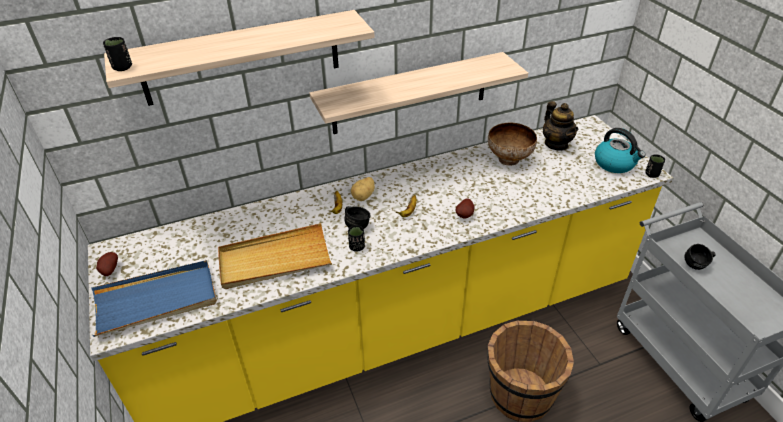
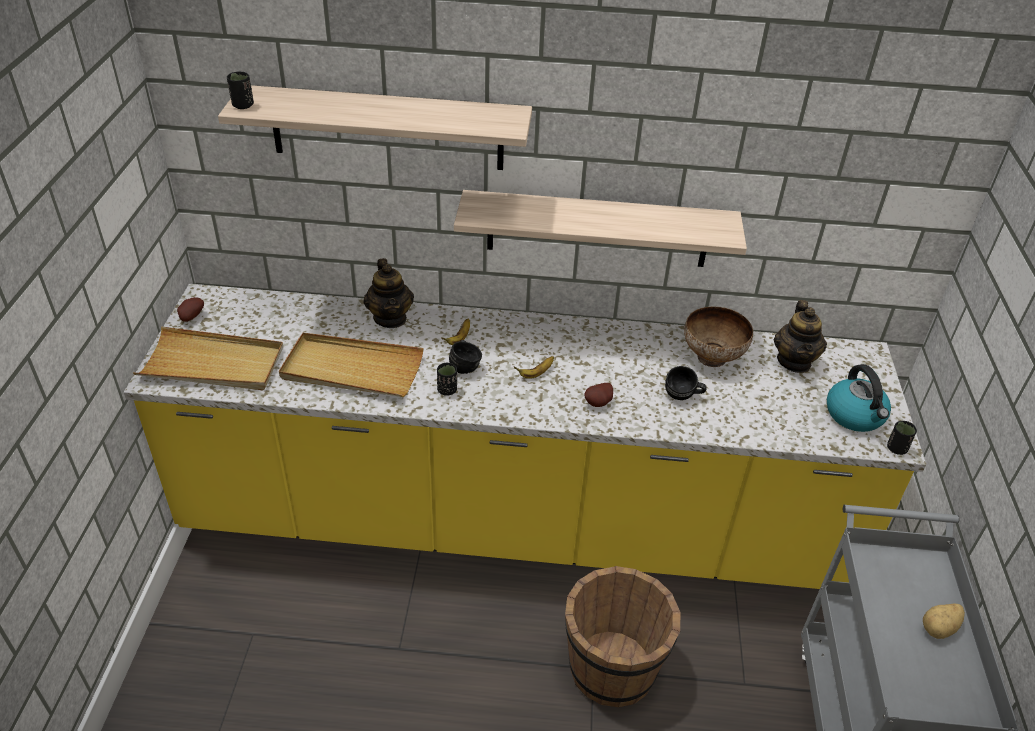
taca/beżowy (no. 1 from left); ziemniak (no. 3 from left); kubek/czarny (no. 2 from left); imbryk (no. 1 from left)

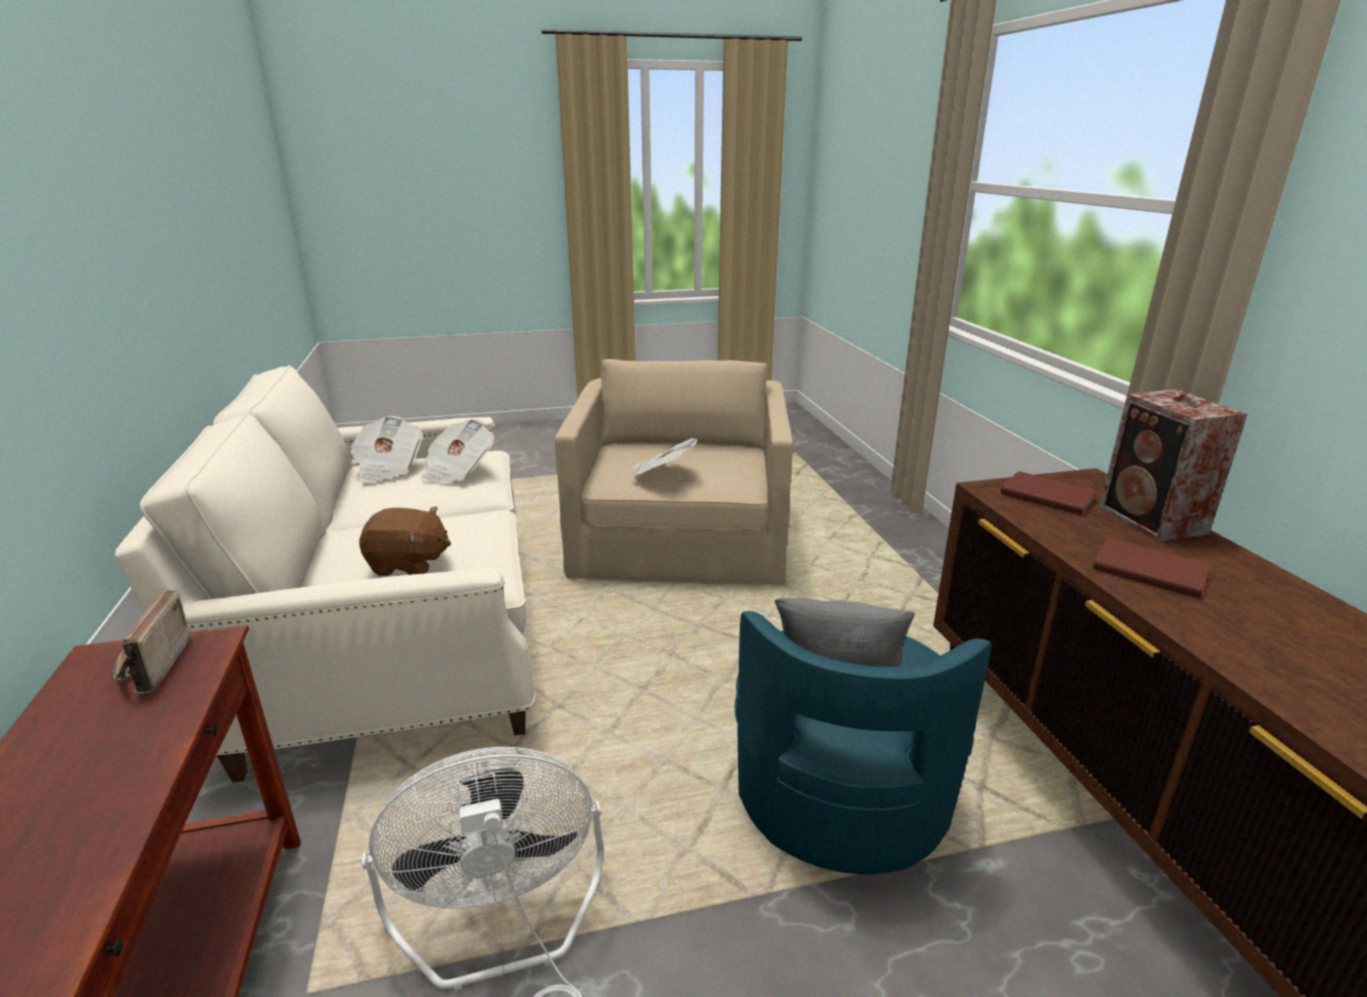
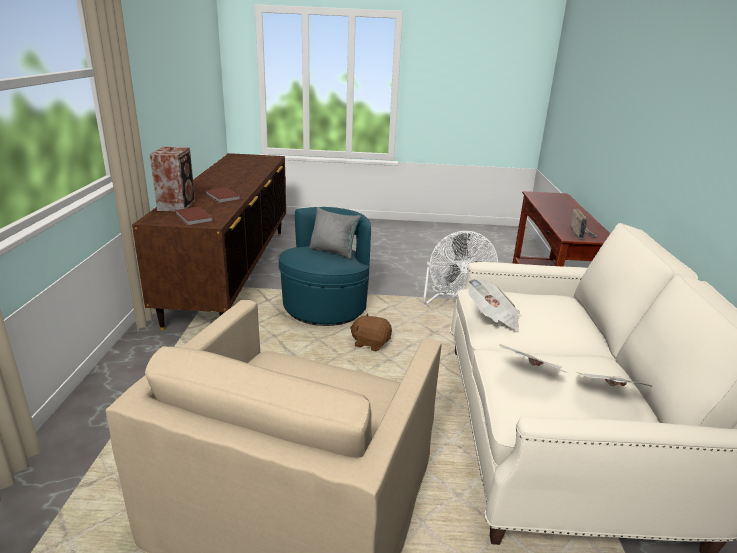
pluszak/brązowy; gazeta (no. 1 from left)

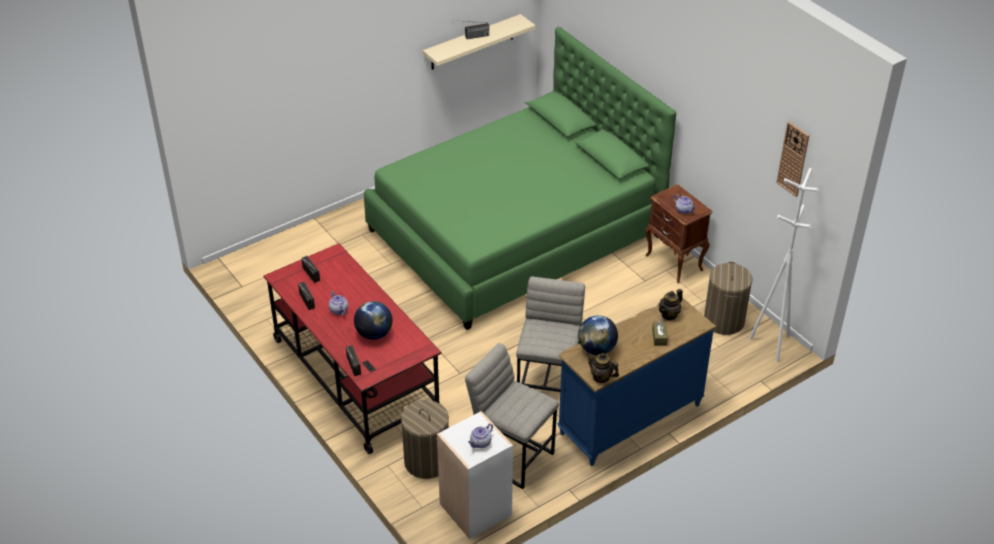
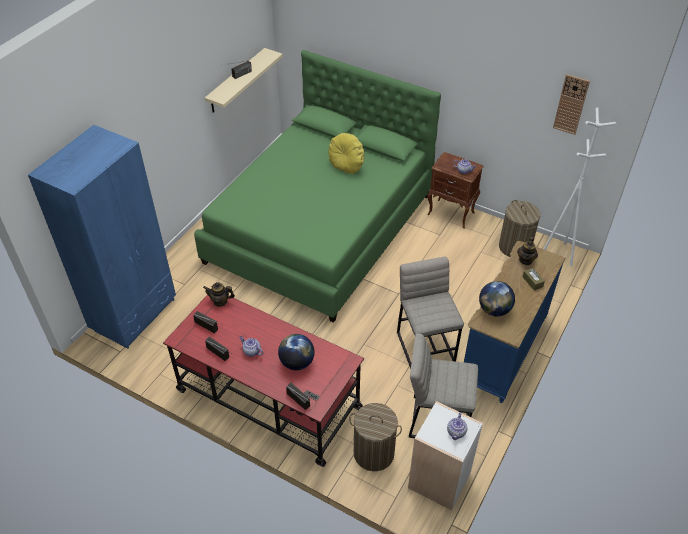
imbryk (no. 1 from left); szafa/niebieski; poduszka/żółty

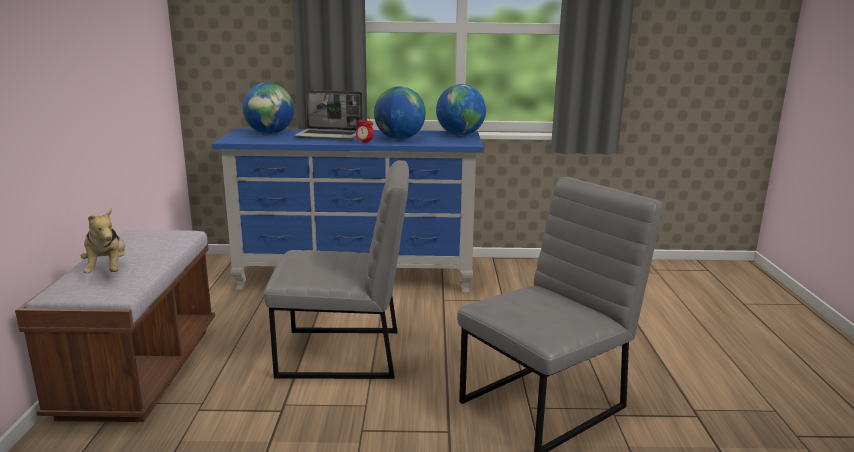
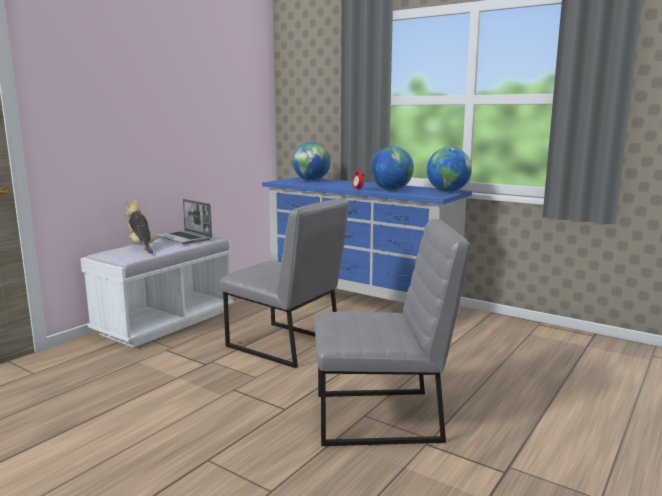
ławka/biały; pluszak; laptop

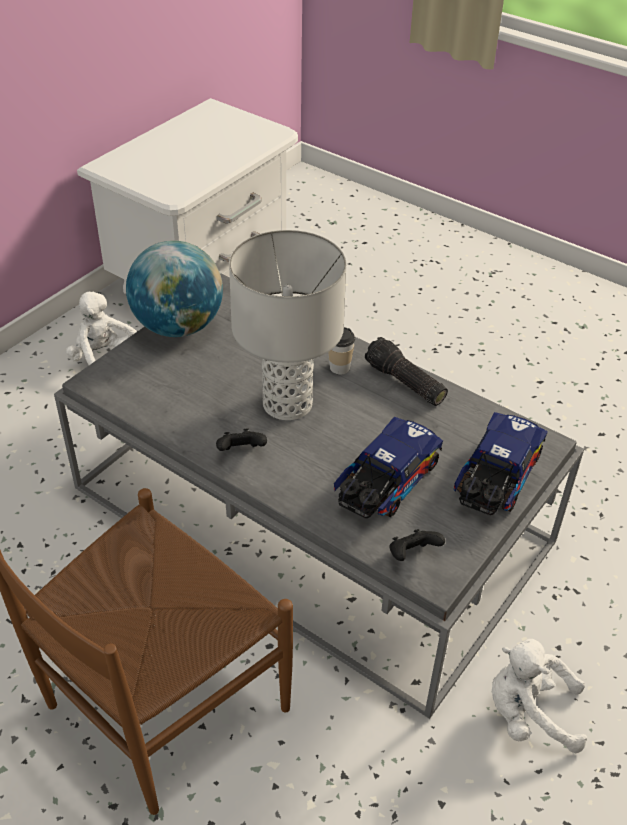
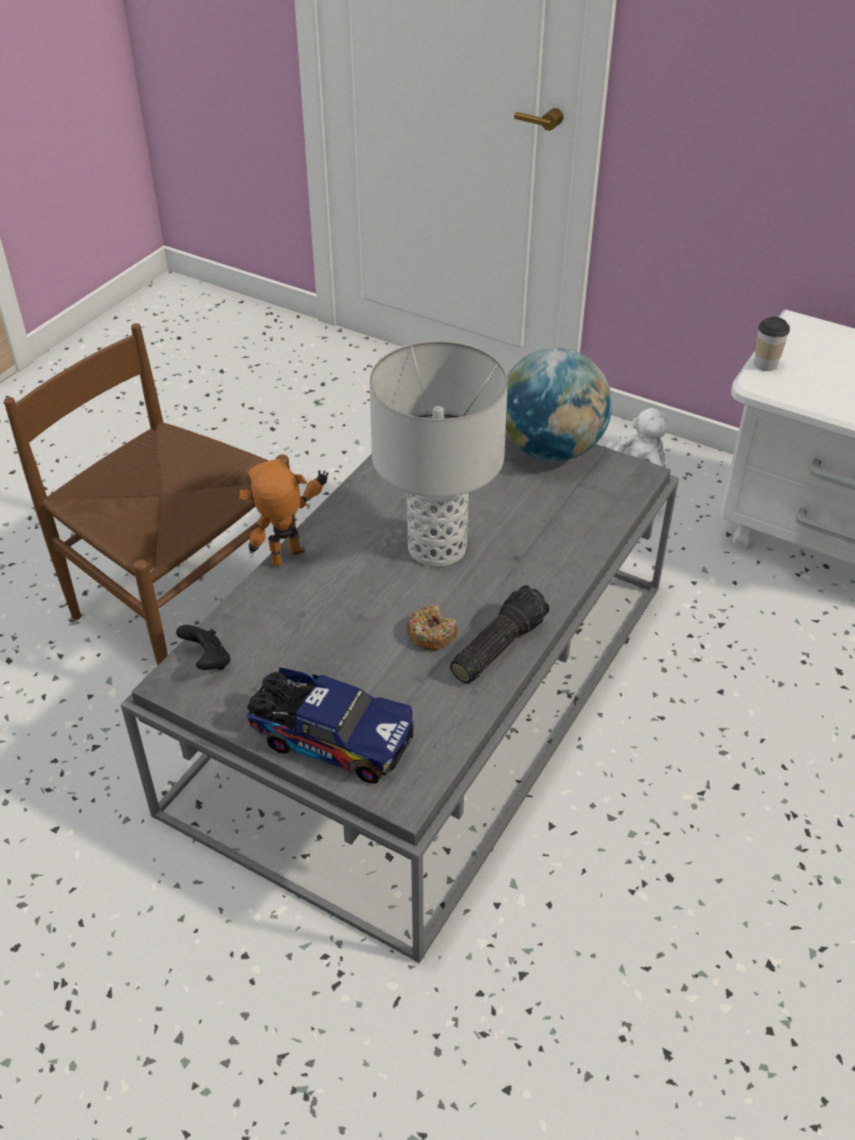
pad do gier/czarny (no. 1 from left in the first image); filiżanka; ciężarówka zabawkowa (no. 1 from left in the first image); pluszak/biały (no. 2 from left in the first image); robot zabawkowy; donut

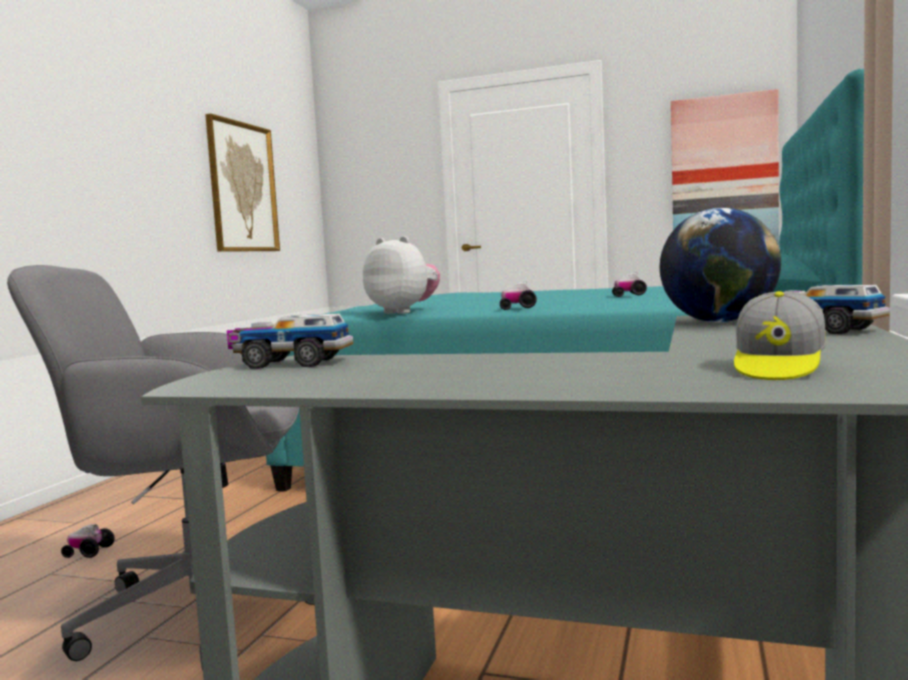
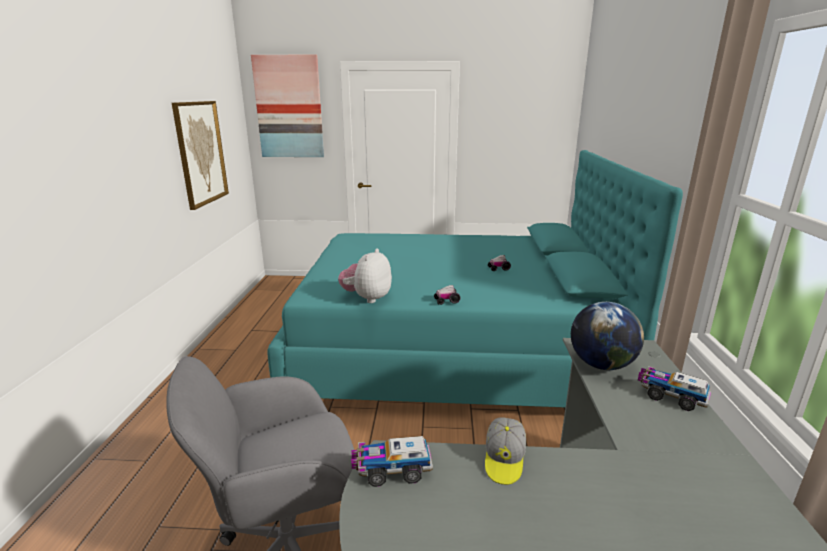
samochodzik (no. 1 from left in the first image); pluszak; obraz (no. 2 from left); czapka z daszkiem

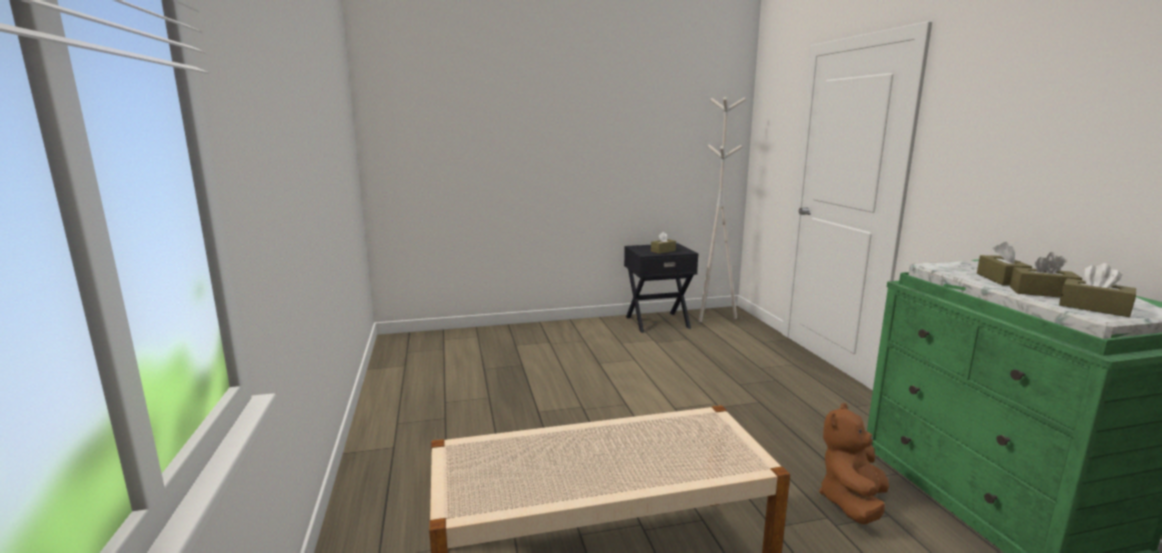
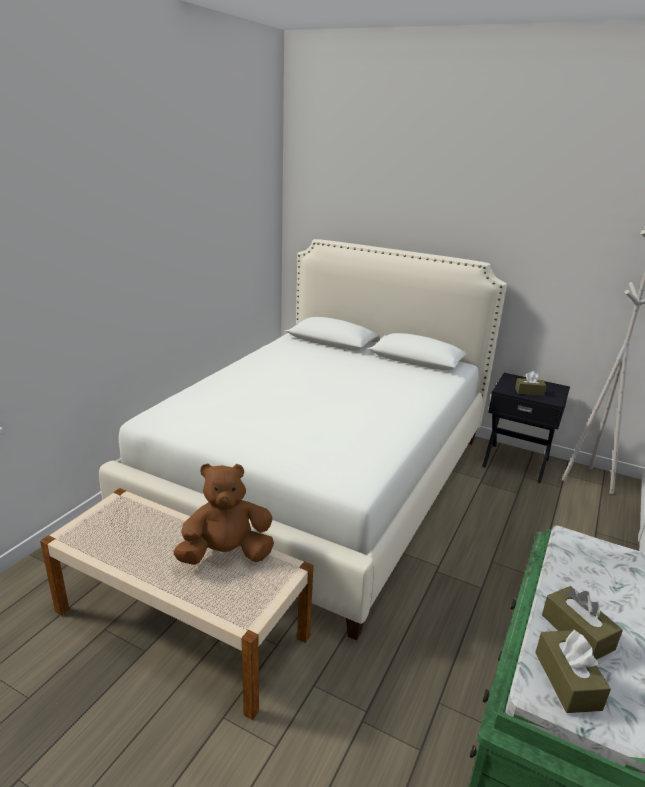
pluszak/brązowy; pudełko chusteczek/brązowy (no. 2 from left in the first image); łóżko/biały

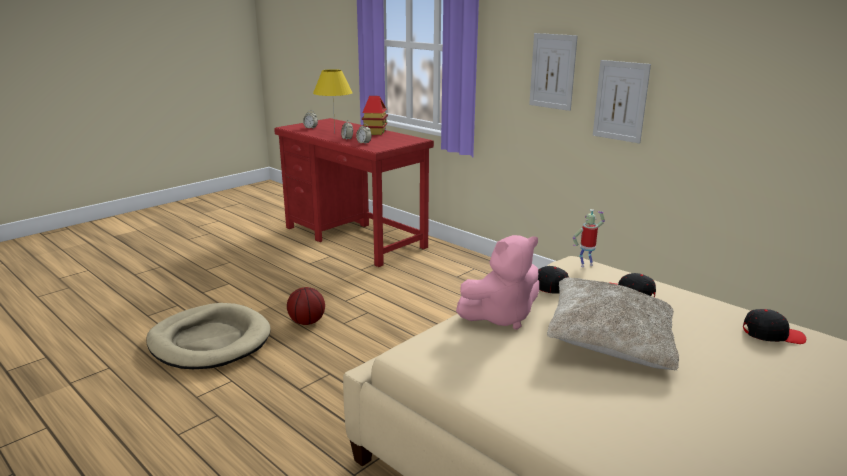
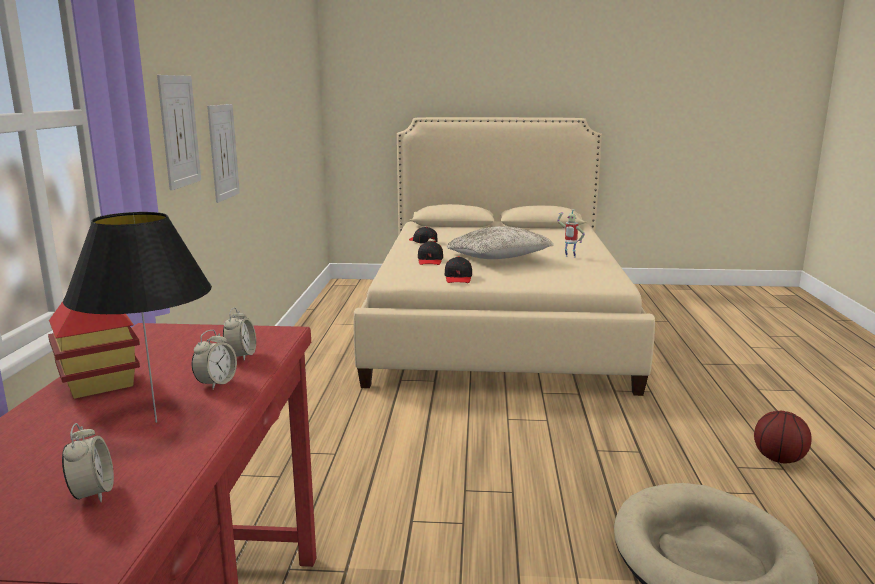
piłka do koszykówki; lampa stołowa/czarny; pluszak/różowy; robot zabawkowy

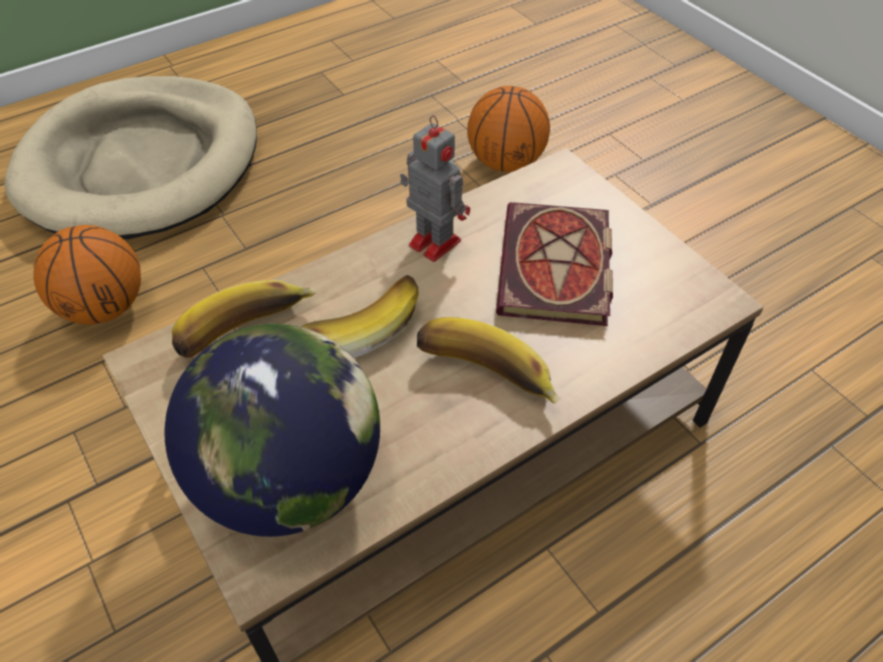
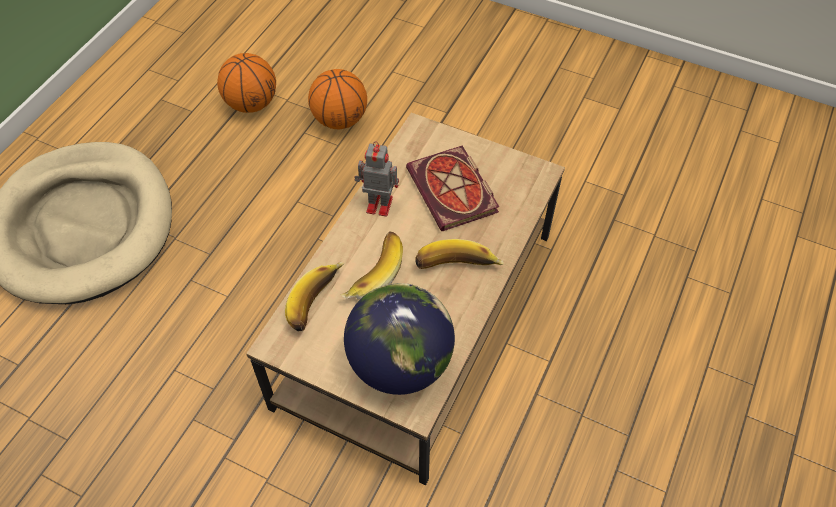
piłka do koszykówki (no. 1 from left)

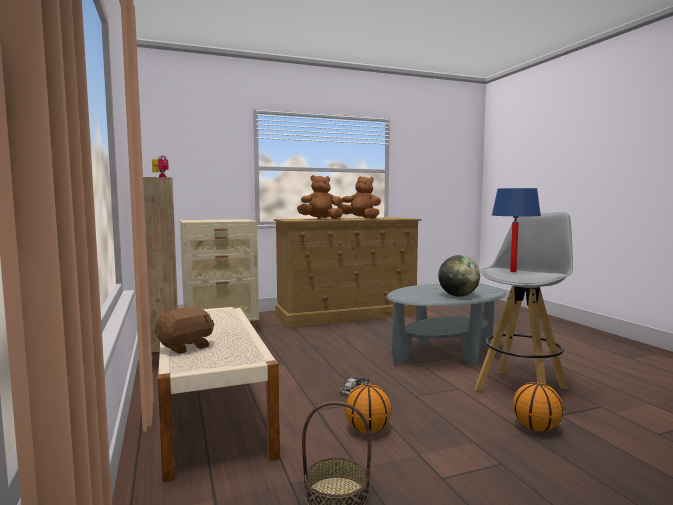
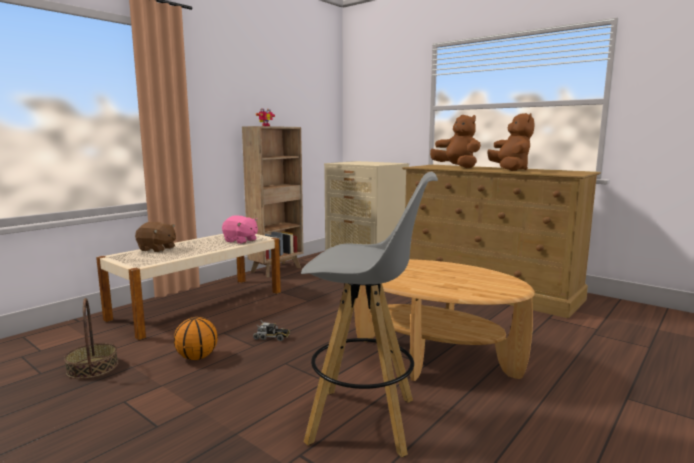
ława/brązowy; globus; lampa stołowa/niebieski; piłka do koszykówki (no. 2 from left in the first image); pluszak/różowy

